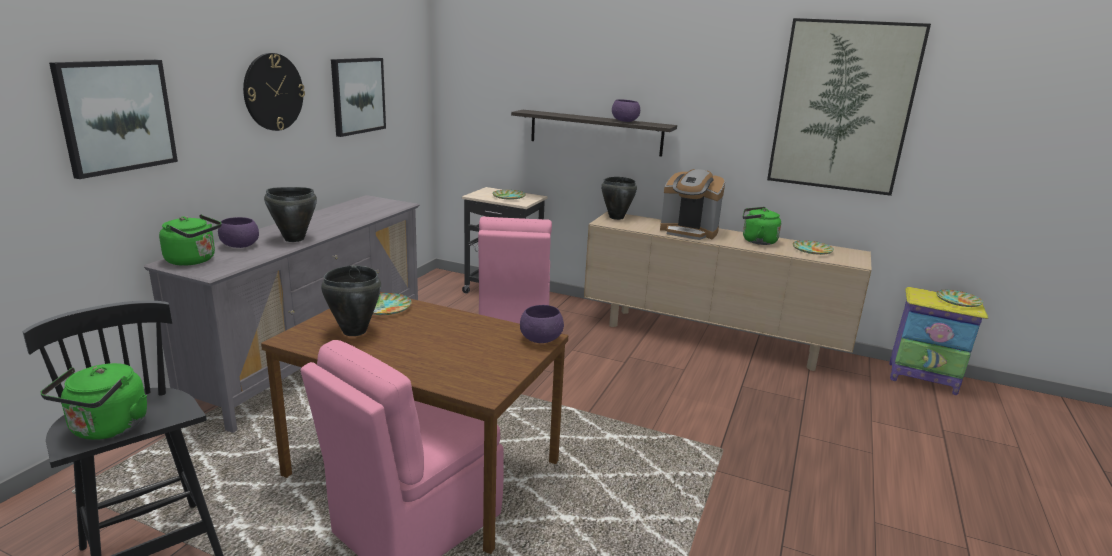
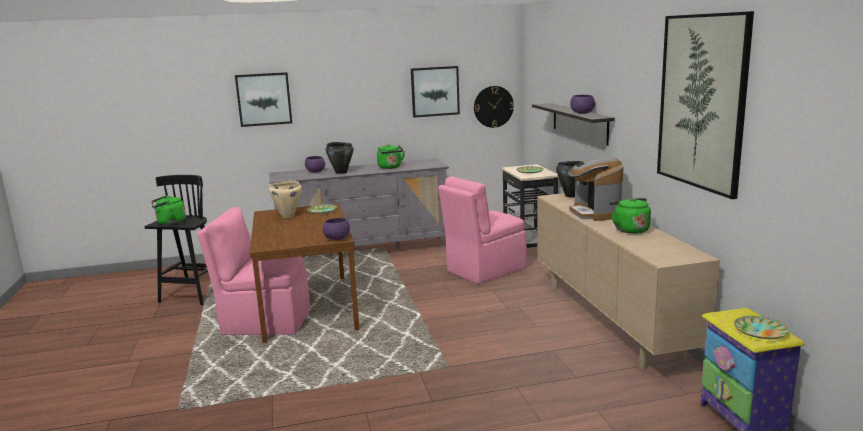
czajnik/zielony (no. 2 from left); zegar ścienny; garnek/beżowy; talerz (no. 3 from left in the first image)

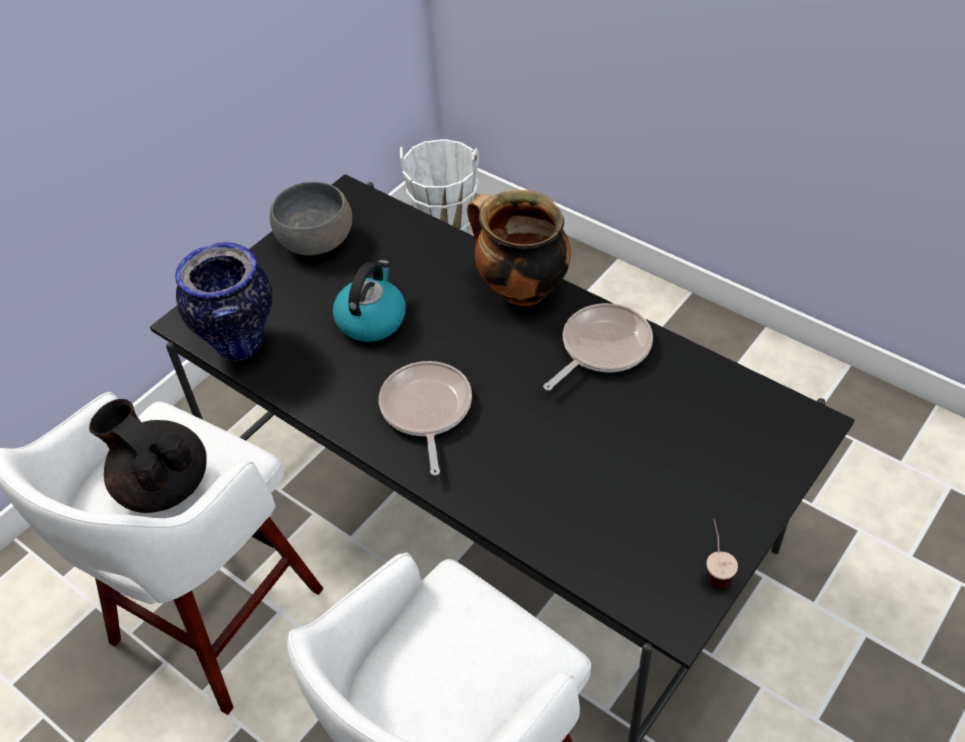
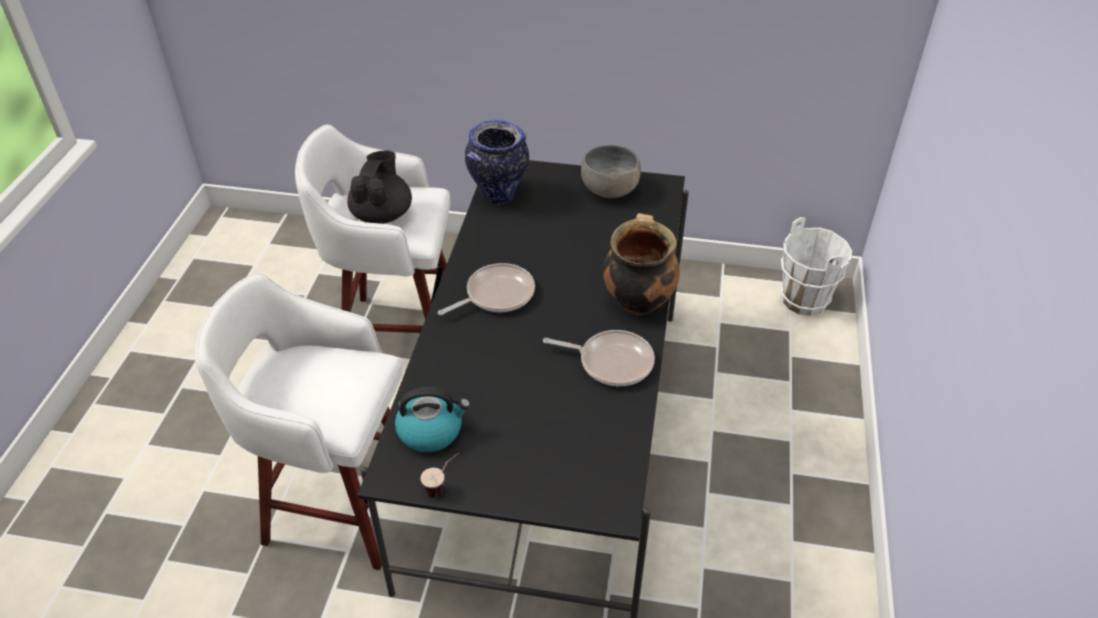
czajnik

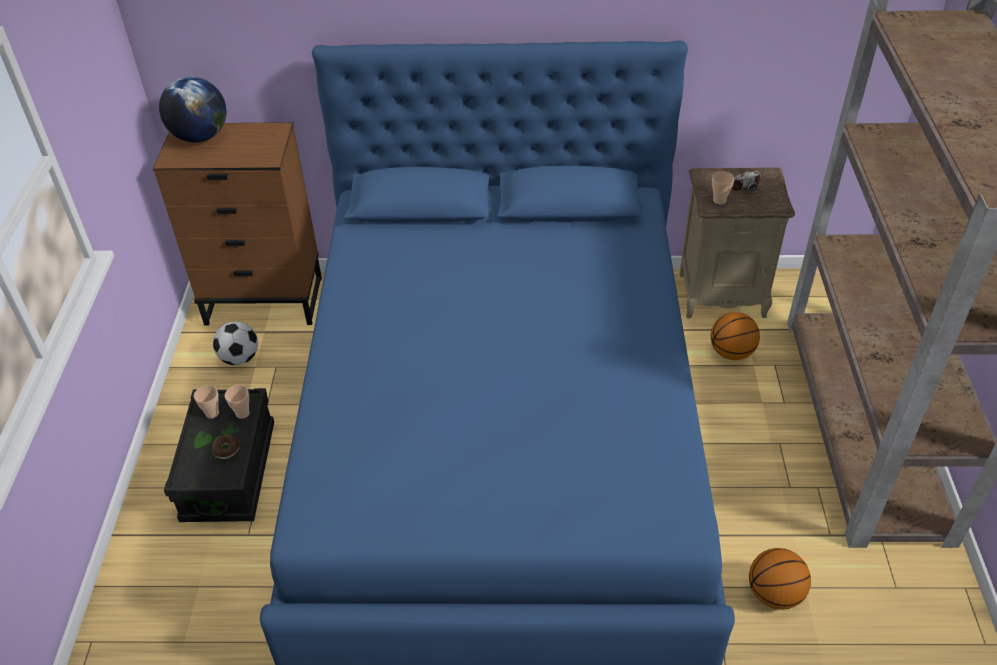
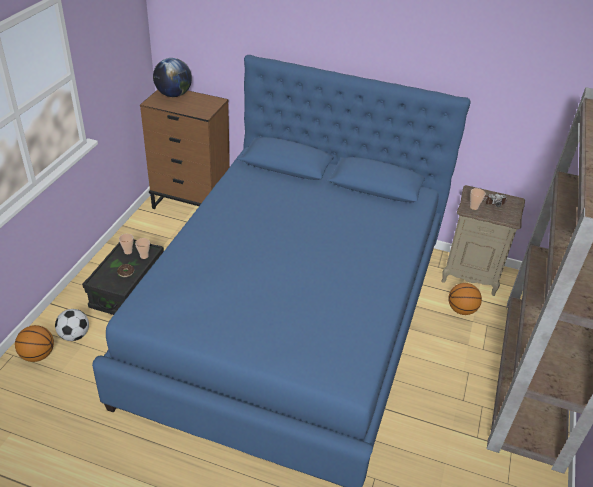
piłka futbolowa; piłka do koszykówki (no. 1 from left)

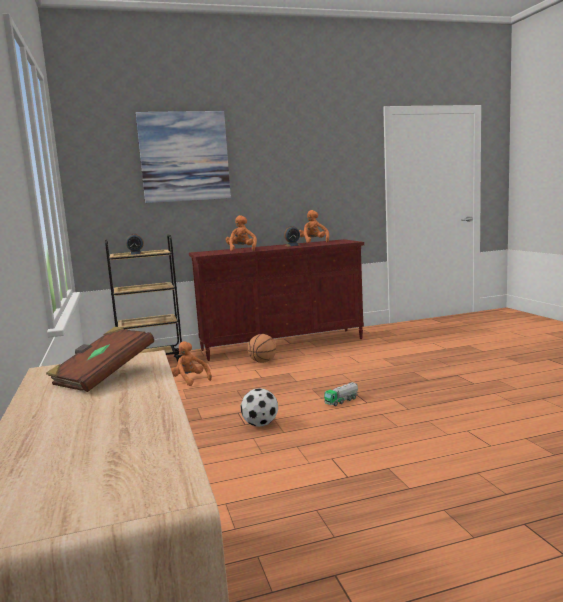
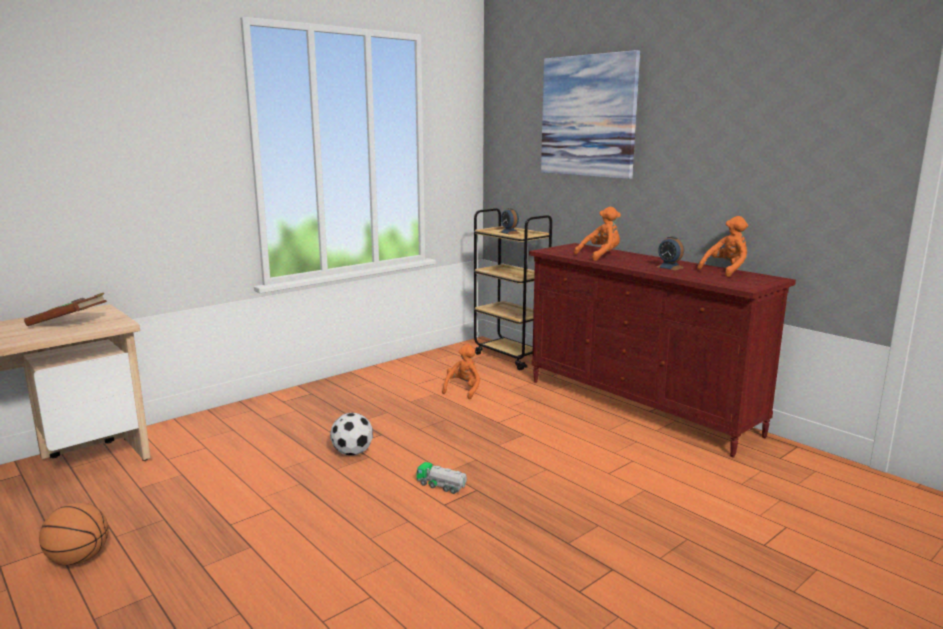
piłka do koszykówki

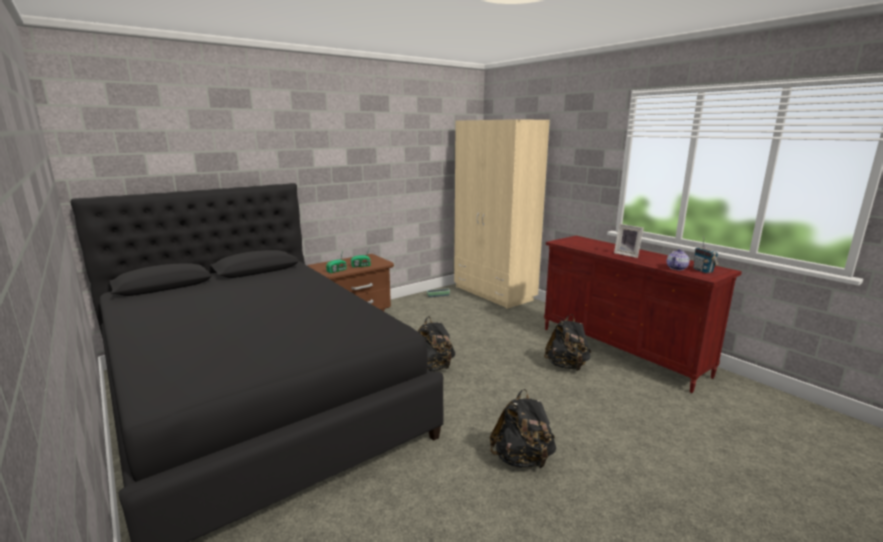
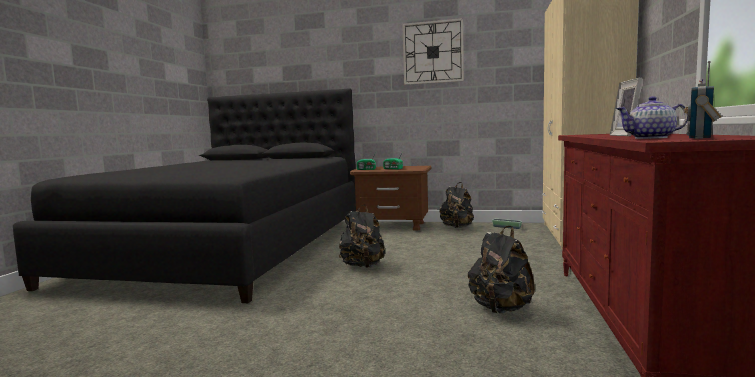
plecak/czarny (no. 2 from left); zegar ścienny

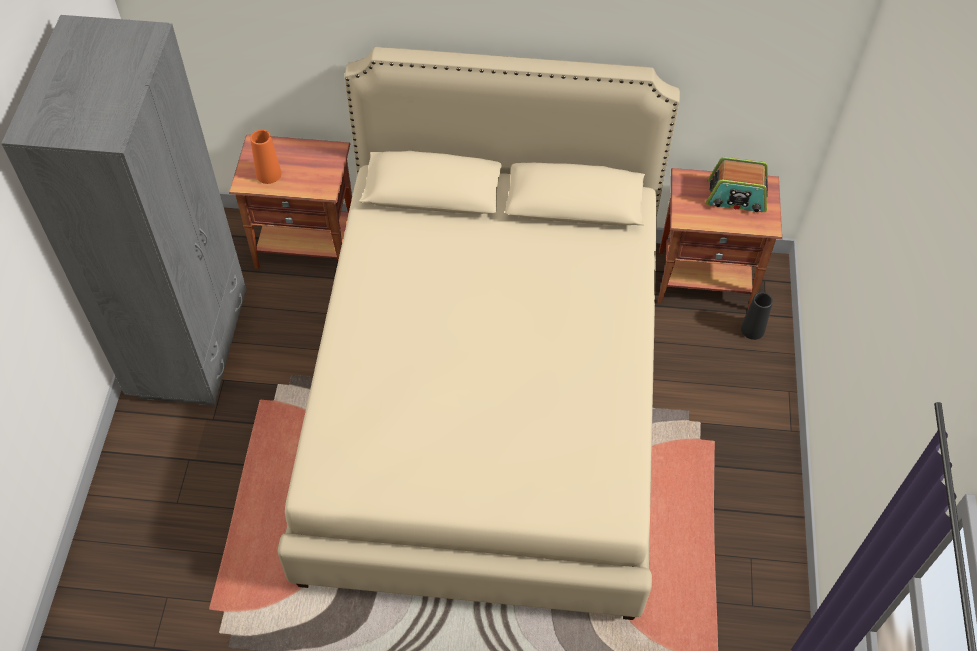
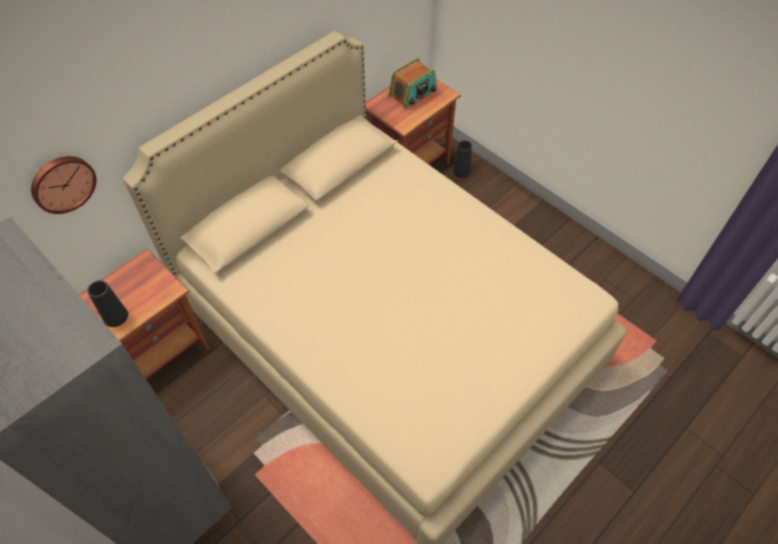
wazon/czarny (no. 1 from left); zegar ścienny

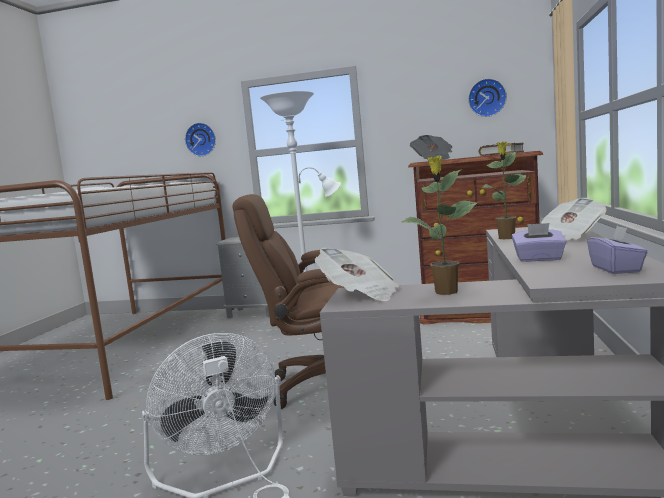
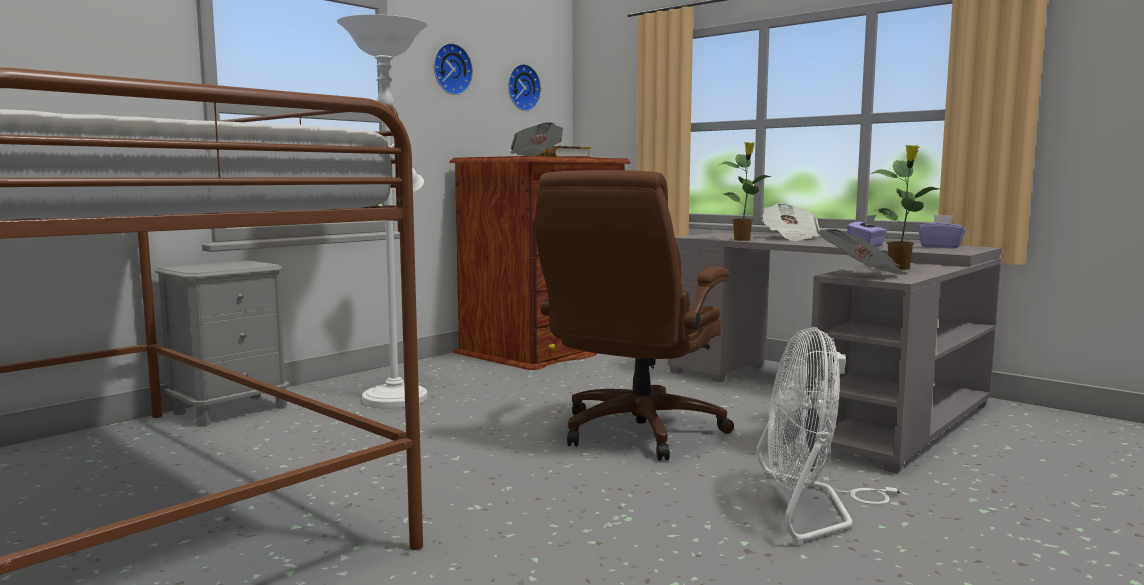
zegar ścienny (no. 1 from left)

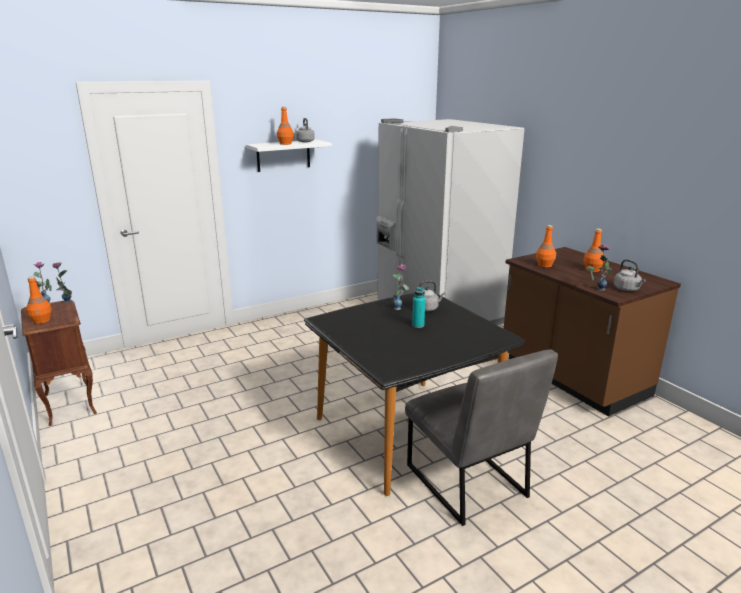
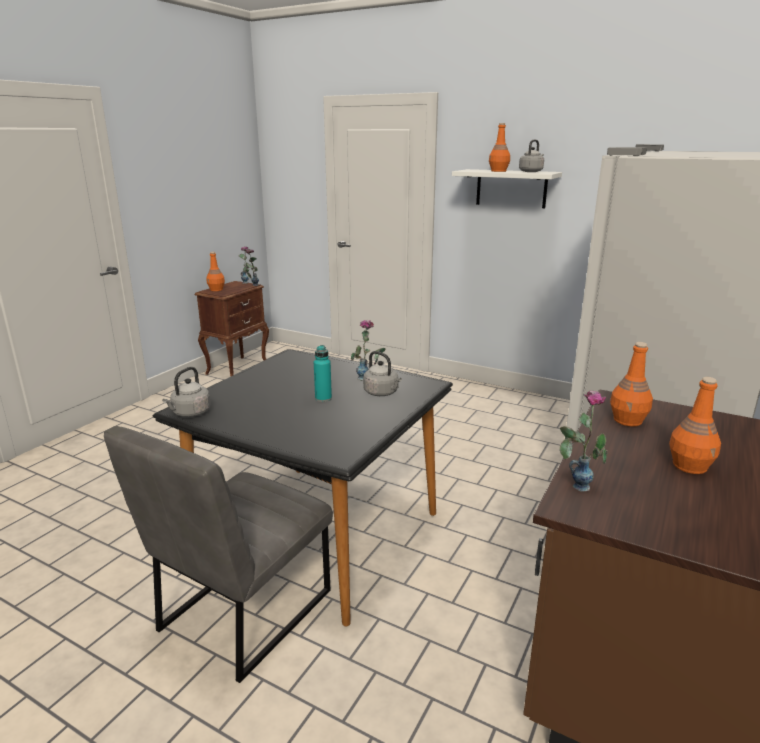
czajnik/szary (no. 1 from left)

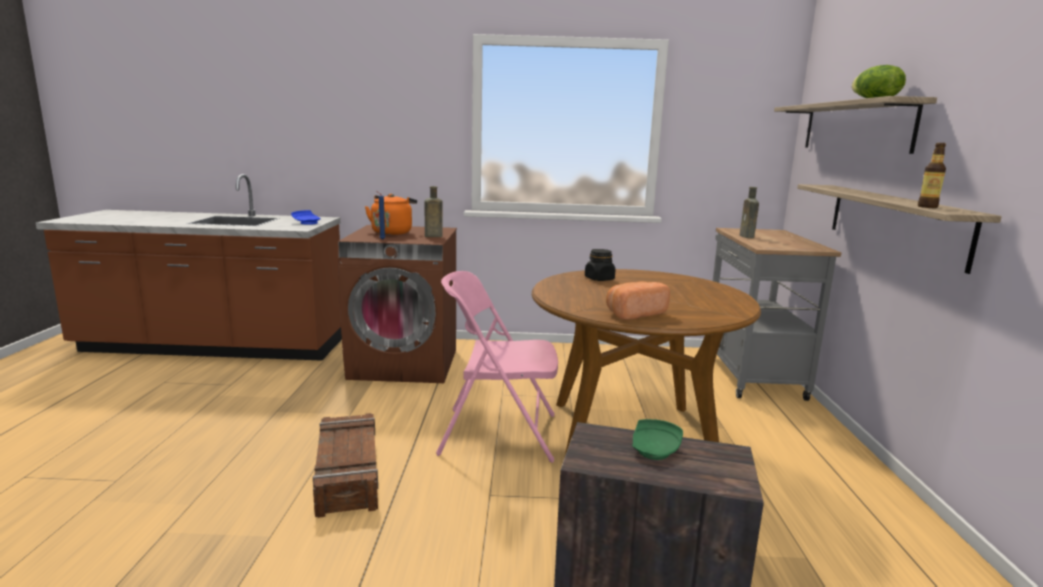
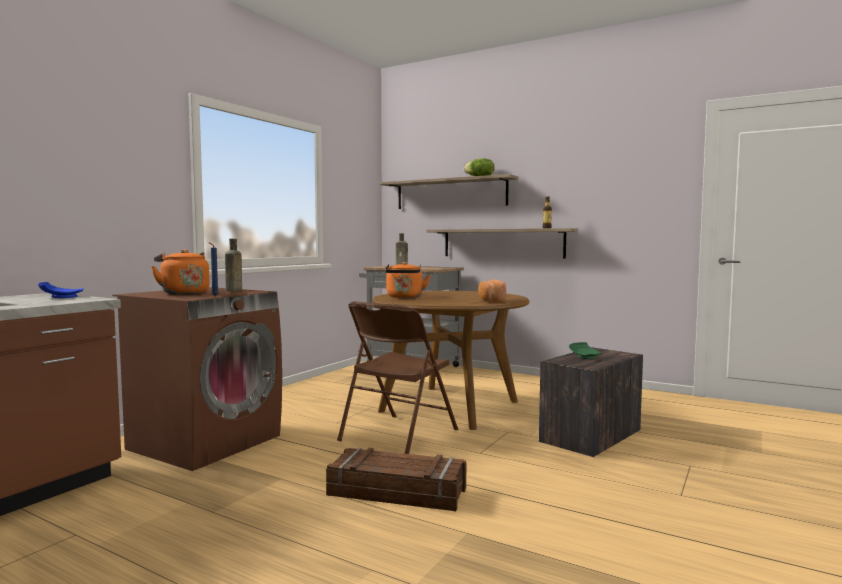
krzesło/brązowy; czajnik/pomarańczowy (no. 2 from left)

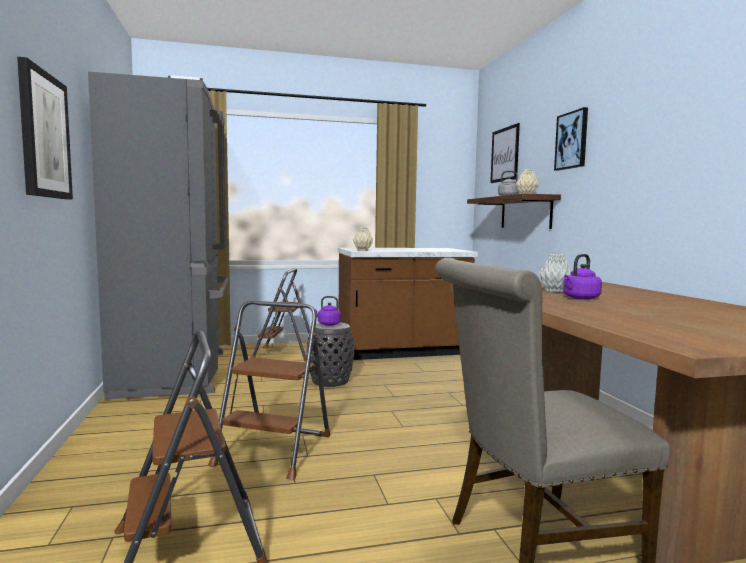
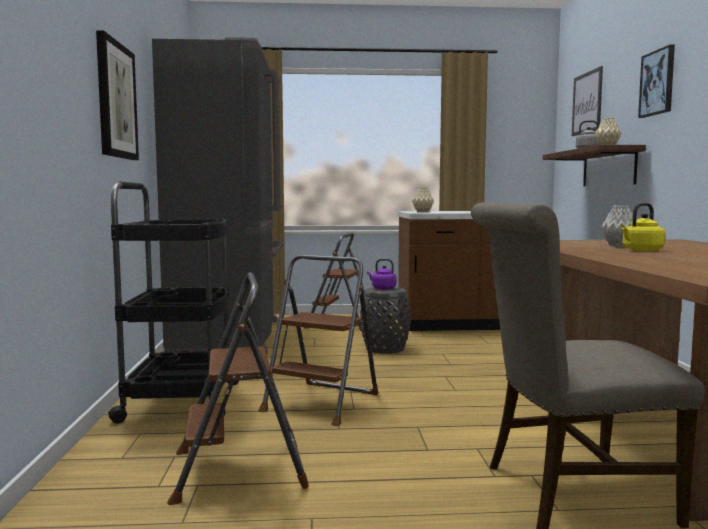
czajnik/żółty; wózek/czarny

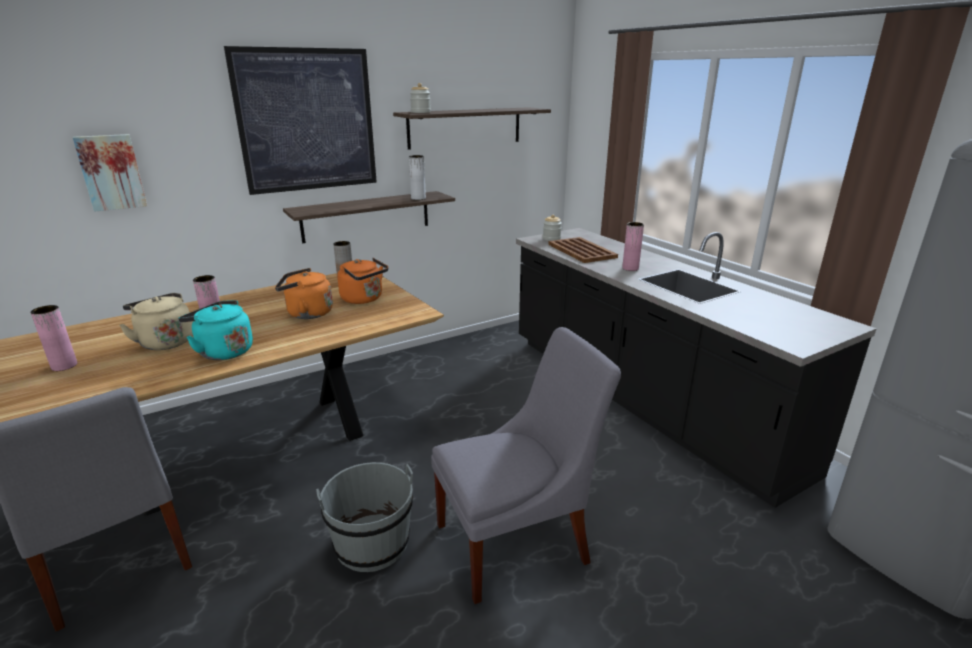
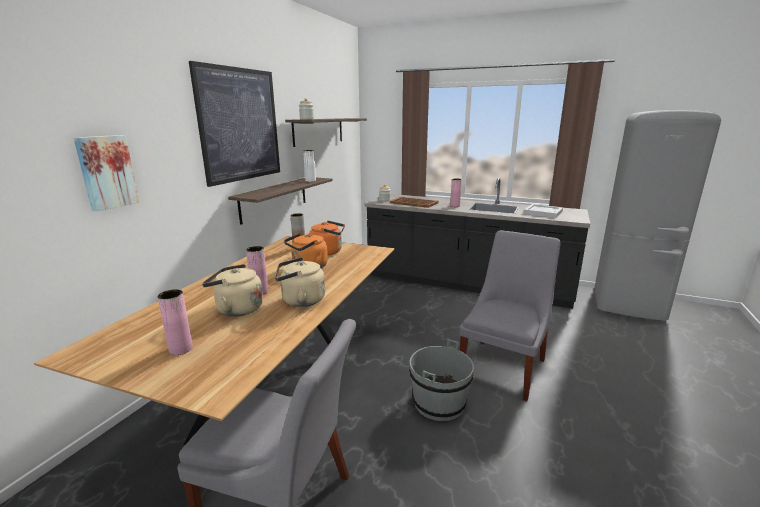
czajnik/beżowy (no. 2 from left); taca/biały

